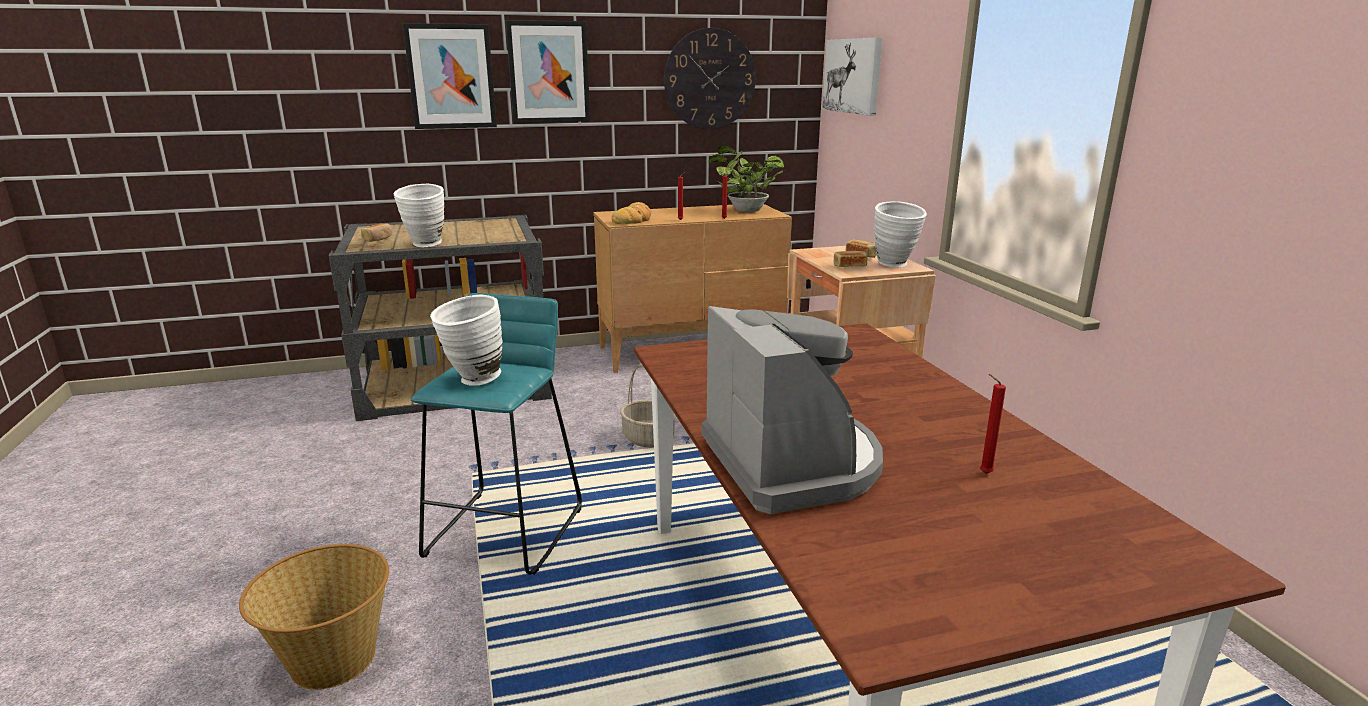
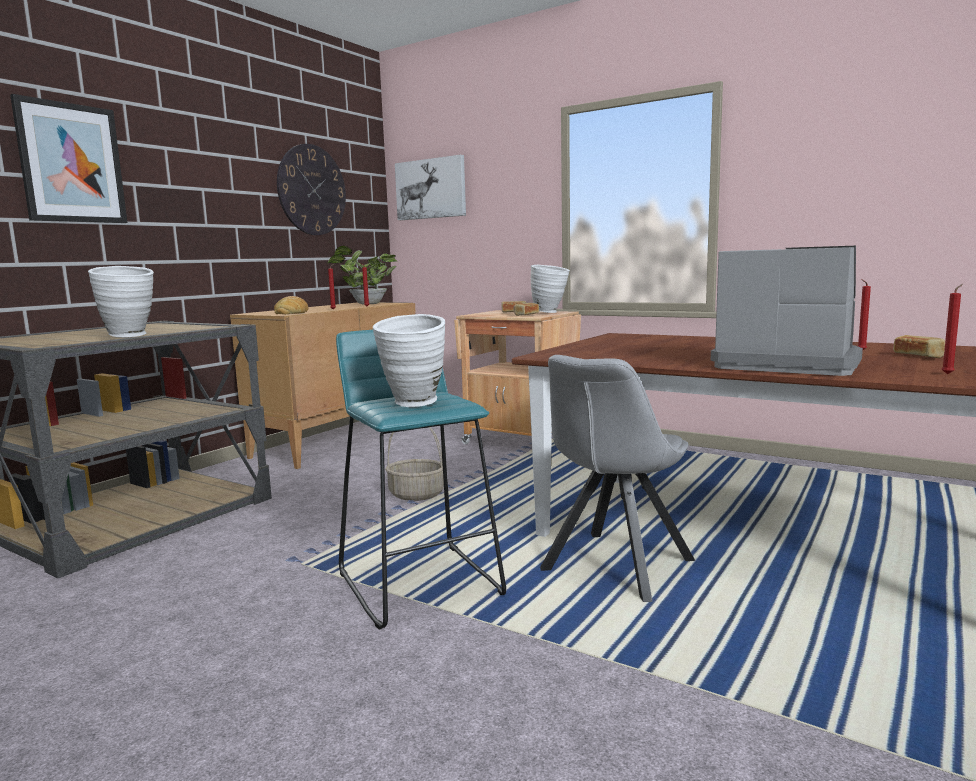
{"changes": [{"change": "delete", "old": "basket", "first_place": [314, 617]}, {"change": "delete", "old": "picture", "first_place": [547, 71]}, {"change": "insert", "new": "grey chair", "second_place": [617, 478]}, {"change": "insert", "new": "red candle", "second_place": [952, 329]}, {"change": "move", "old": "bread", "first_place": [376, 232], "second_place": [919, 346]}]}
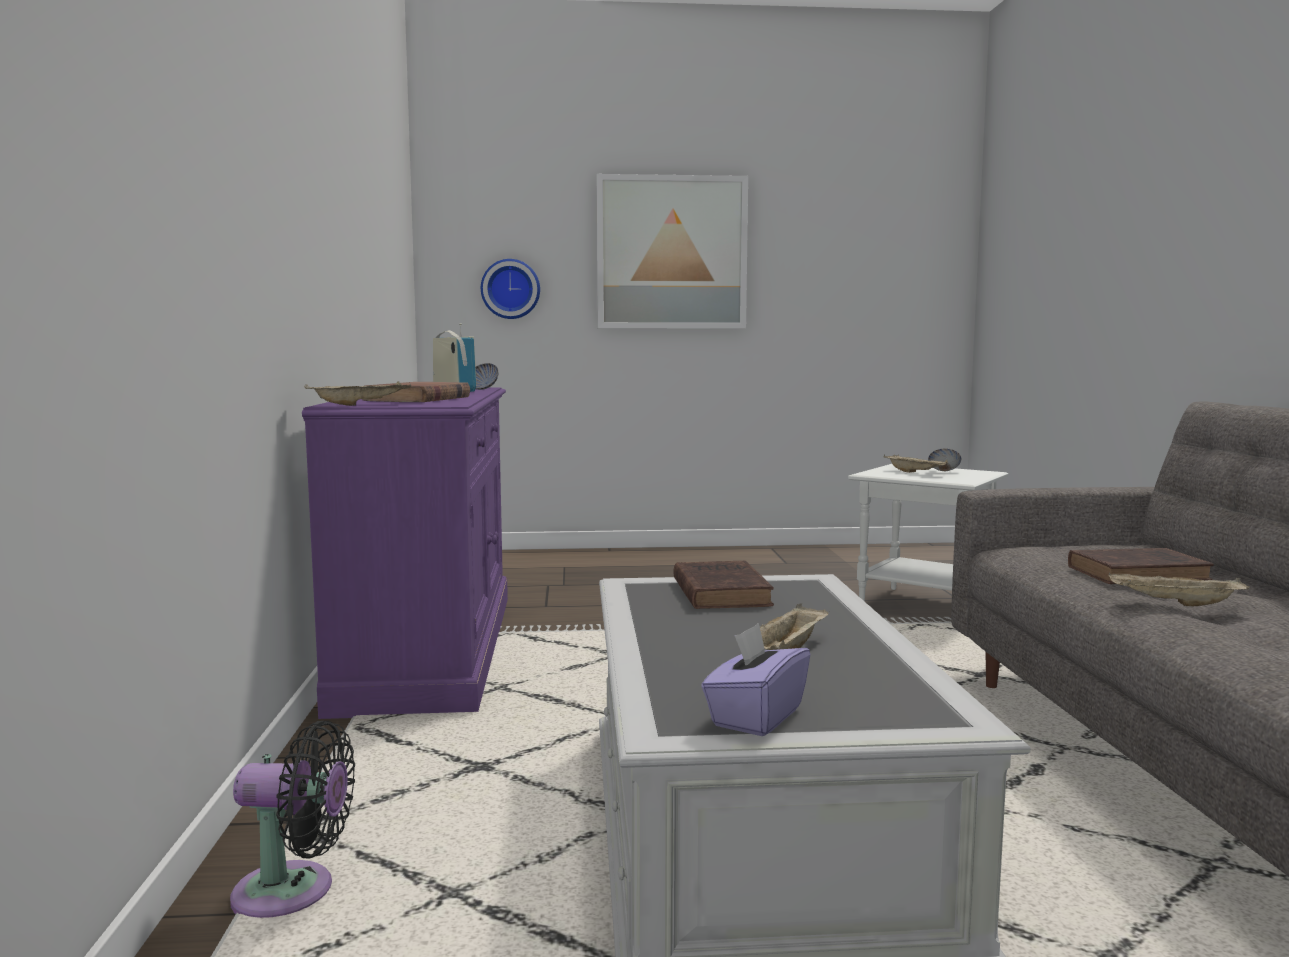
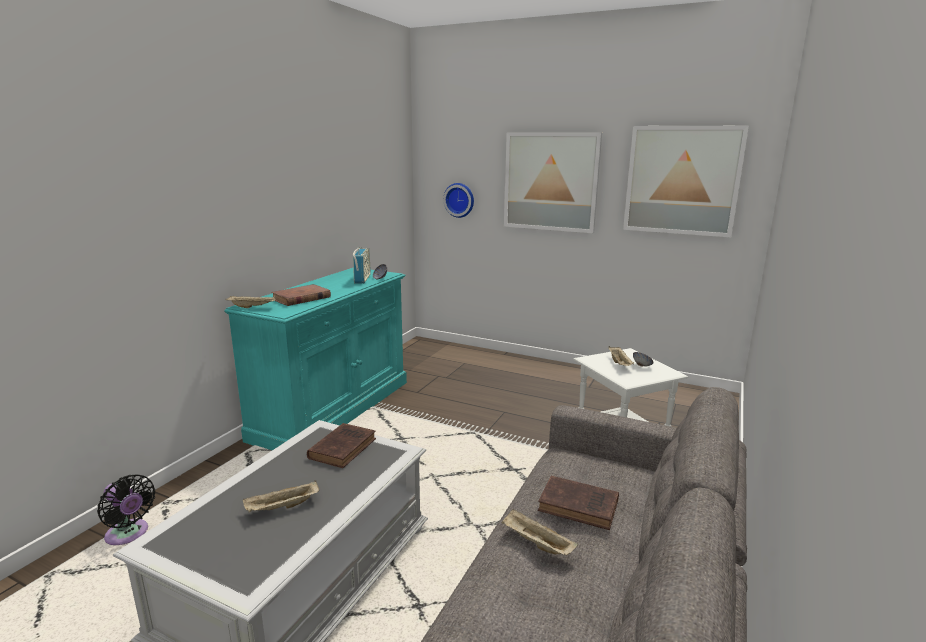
{"changes": [{"change": "delete", "old": "purple tissue box", "first_place": [755, 679]}, {"change": "insert", "new": "picture", "second_place": [686, 182]}, {"change": "recolor", "old": "purple cabinet", "new": "turquoise cabinet", "first_place": [405, 553], "second_place": [315, 359]}]}
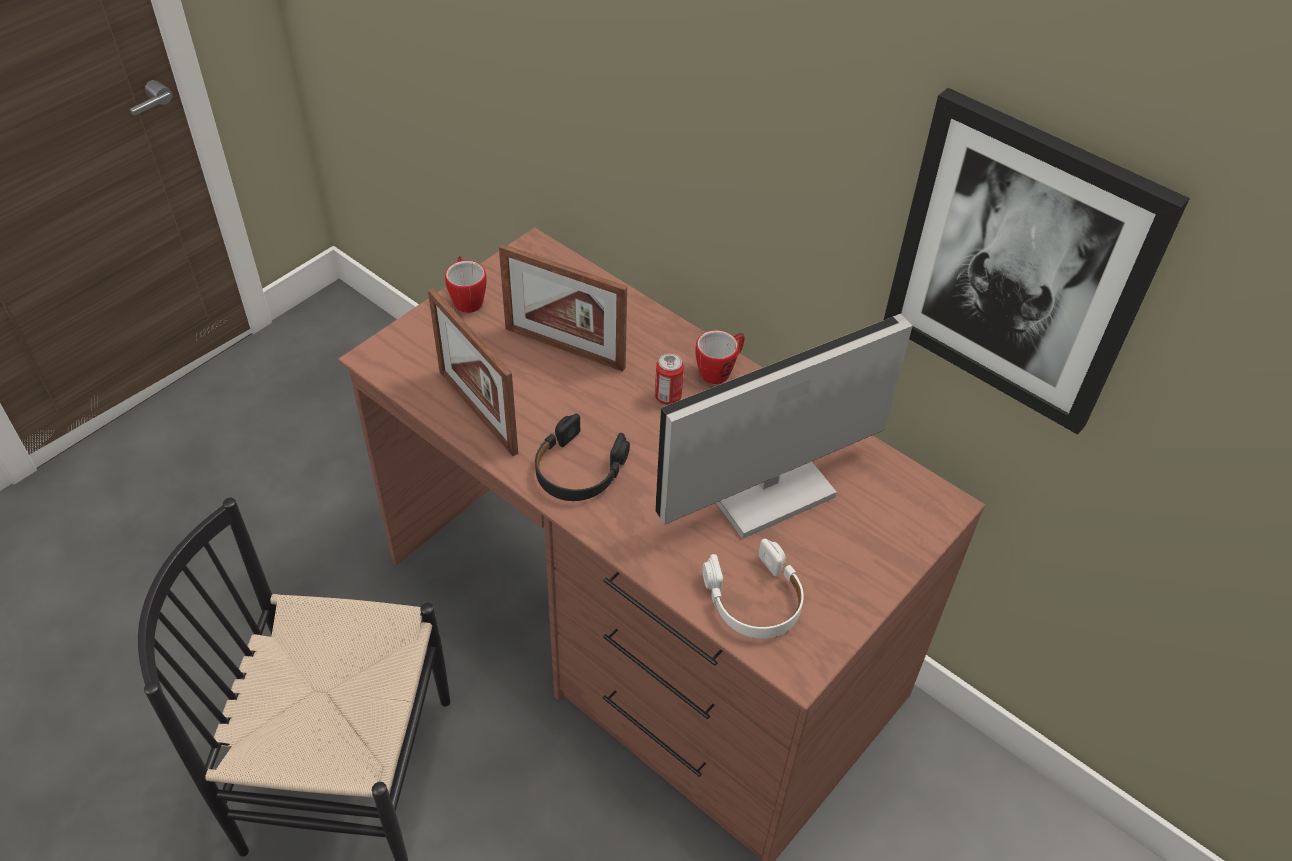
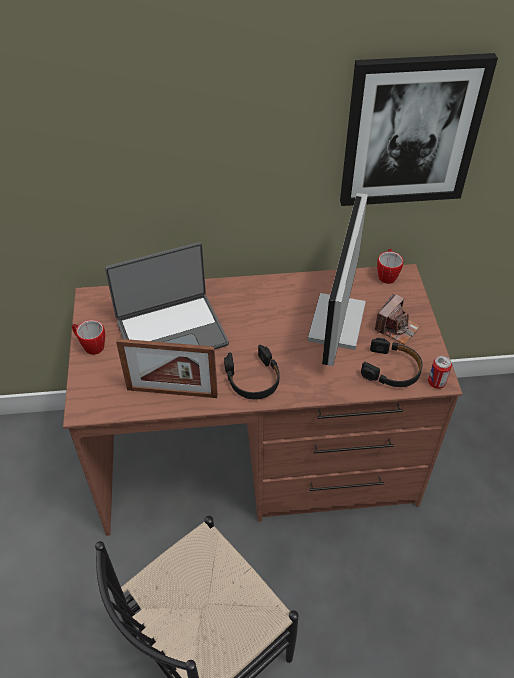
{"changes": [{"change": "insert", "new": "photo camera", "second_place": [397, 319]}, {"change": "move", "old": "can", "first_place": [669, 379], "second_place": [440, 372]}, {"change": "move", "old": "mug", "first_place": [720, 357], "second_place": [390, 266]}, {"change": "replace", "old": "picture frame", "new": "laptop", "first_place": [563, 307], "second_place": [167, 295]}, {"change": "recolor", "old": "white headphones", "new": "black headphones", "first_place": [753, 589], "second_place": [391, 362]}]}
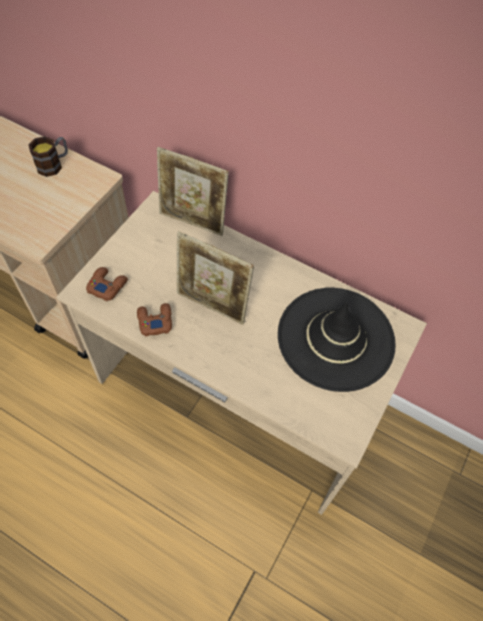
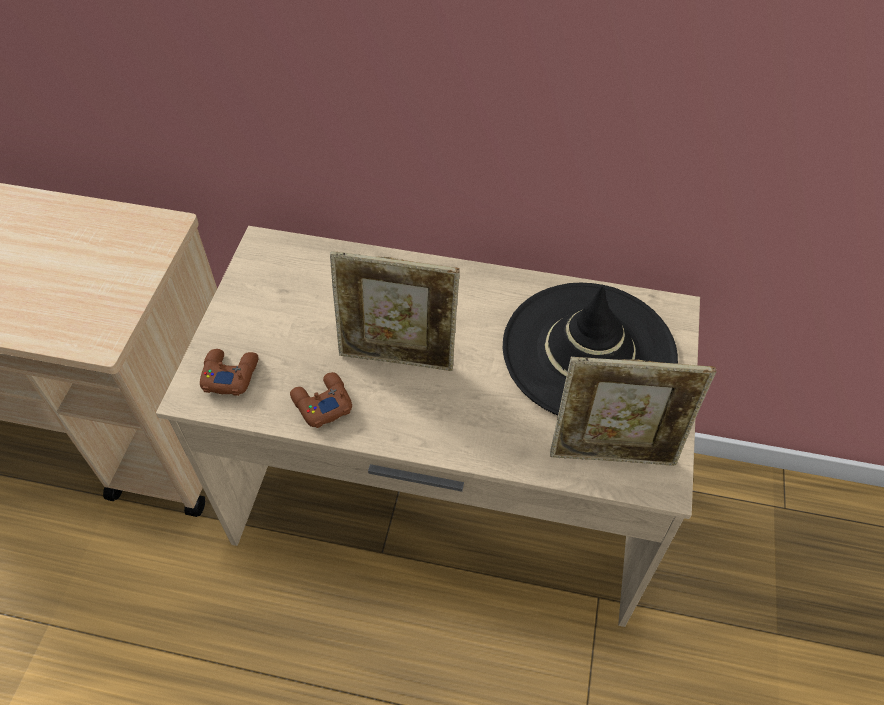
{"changes": [{"change": "delete", "old": "mug", "first_place": [48, 156]}, {"change": "move", "old": "picture frame", "first_place": [193, 191], "second_place": [633, 411]}]}
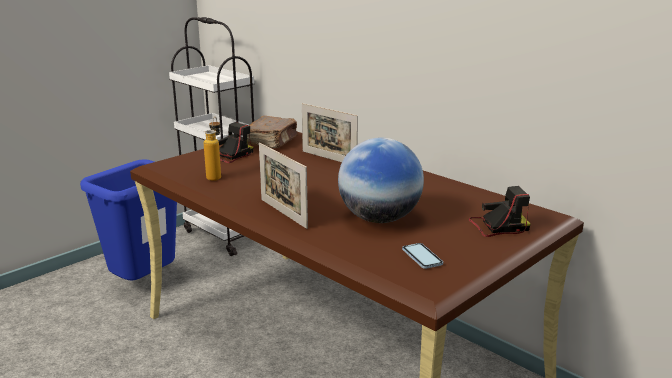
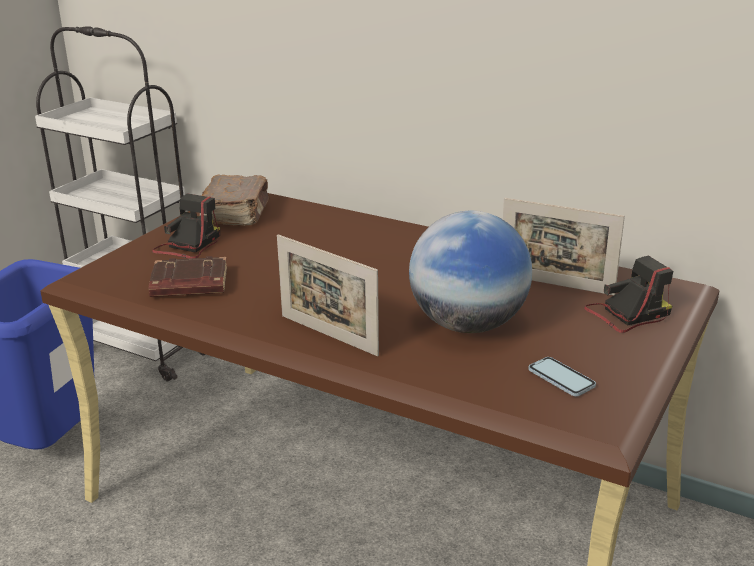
{"changes": [{"change": "move", "old": "picture frame", "first_place": [330, 132], "second_place": [564, 246]}, {"change": "replace", "old": "bottle", "new": "brown book", "first_place": [212, 149], "second_place": [188, 276]}]}
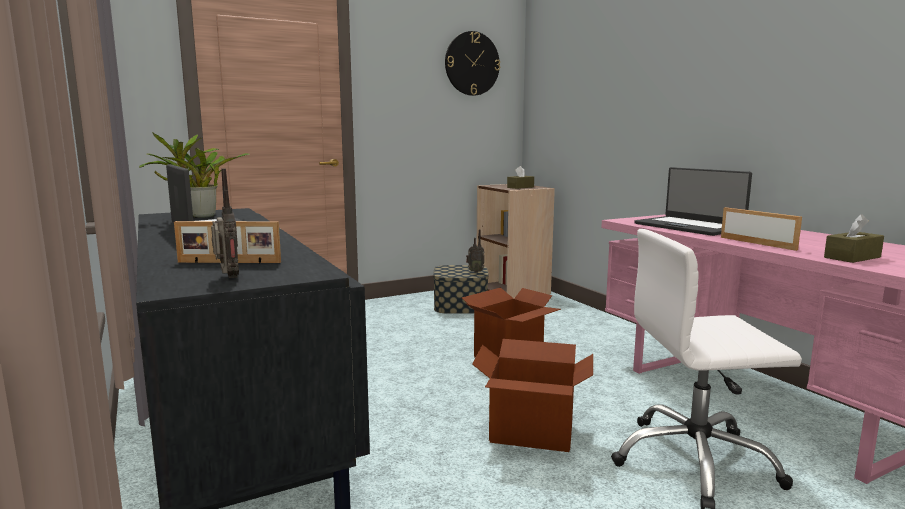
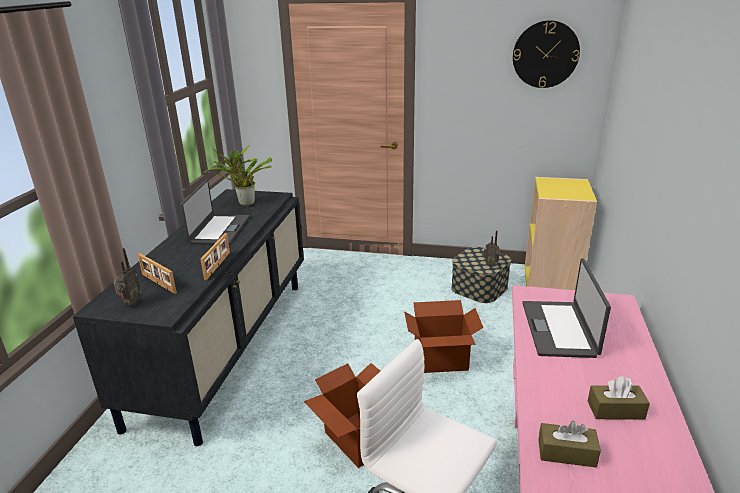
{"changes": [{"change": "move", "old": "brown tissue box", "first_place": [520, 177], "second_place": [619, 398]}, {"change": "move", "old": "picture frame", "first_place": [761, 229], "second_place": [215, 256]}, {"change": "recolor", "old": "brown bookcase", "new": "yellow bookcase", "first_place": [516, 241], "second_place": [561, 233]}]}
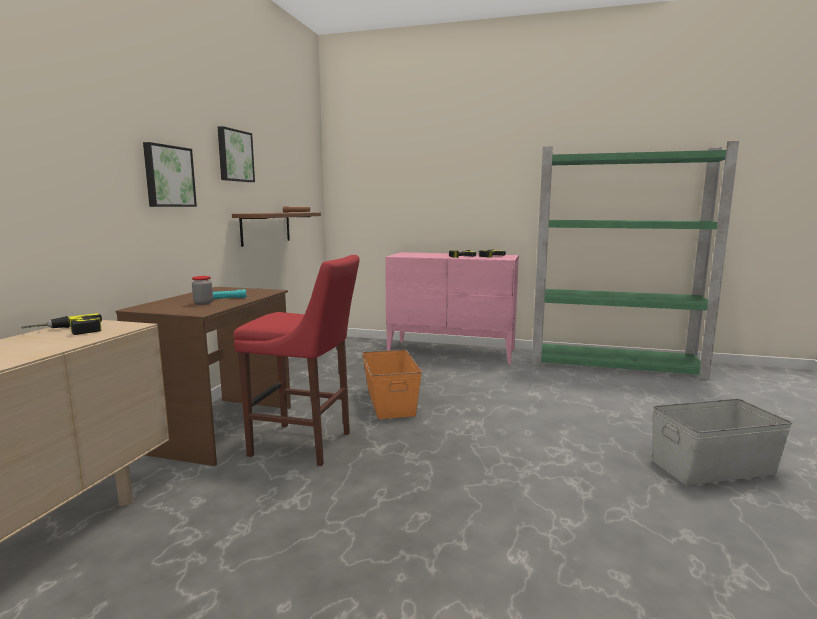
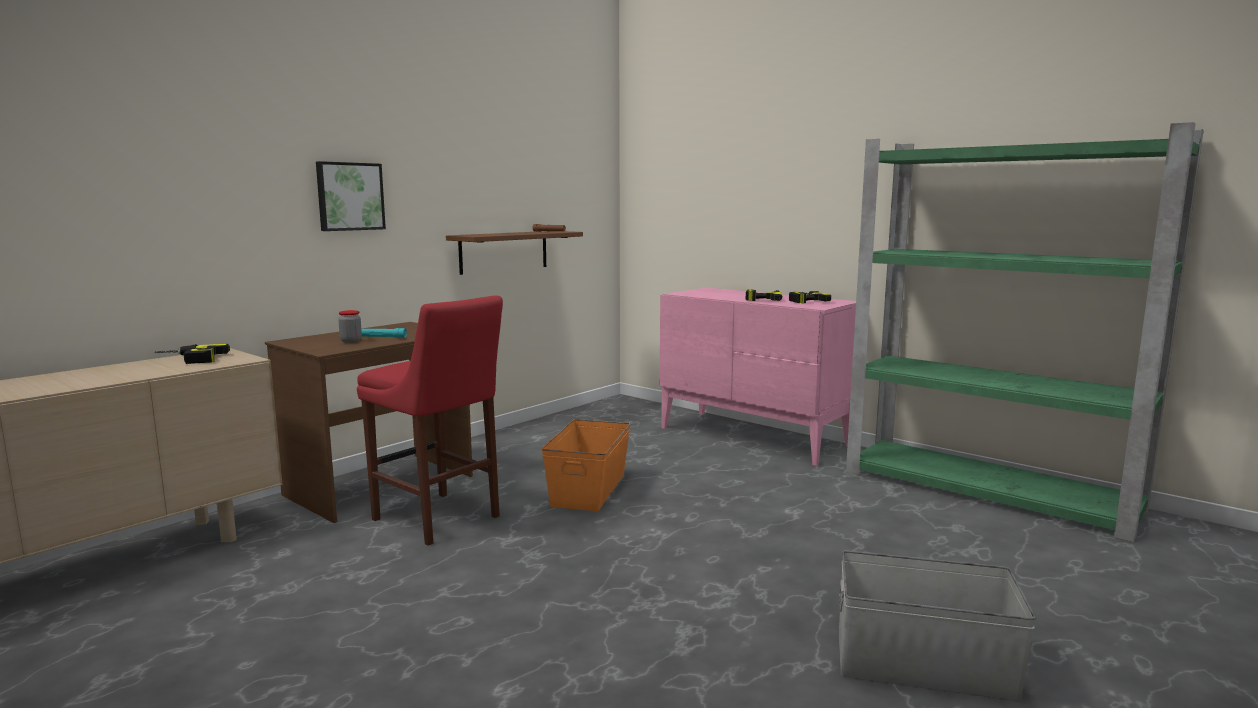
{"changes": [{"change": "delete", "old": "picture", "first_place": [236, 154]}]}
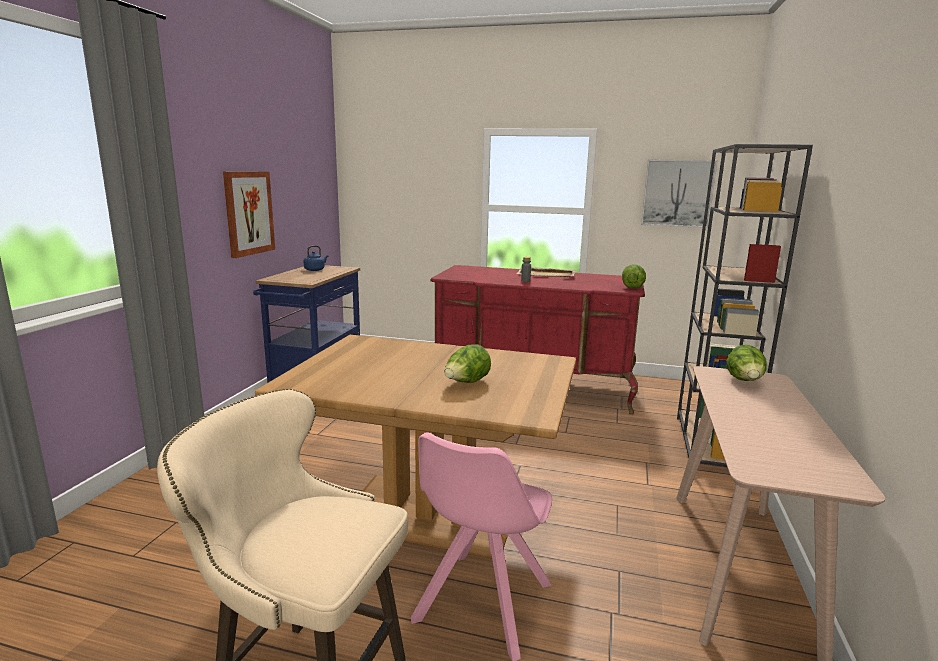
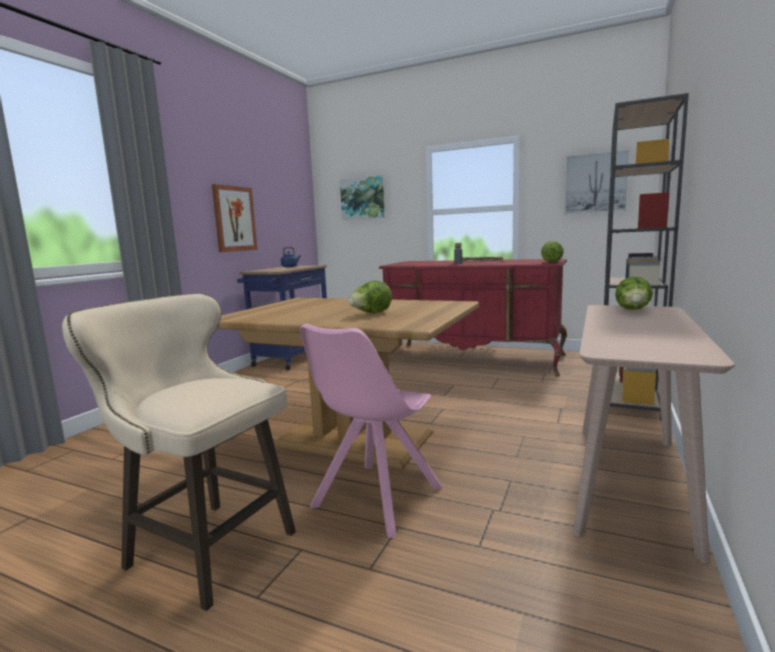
{"changes": [{"change": "insert", "new": "picture", "second_place": [362, 197]}]}
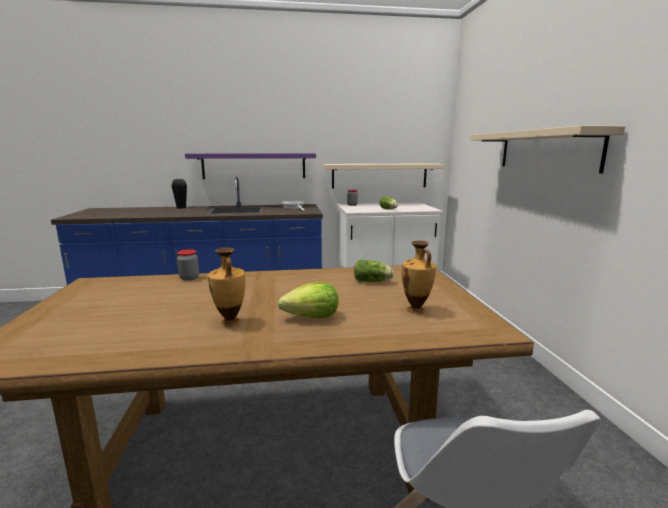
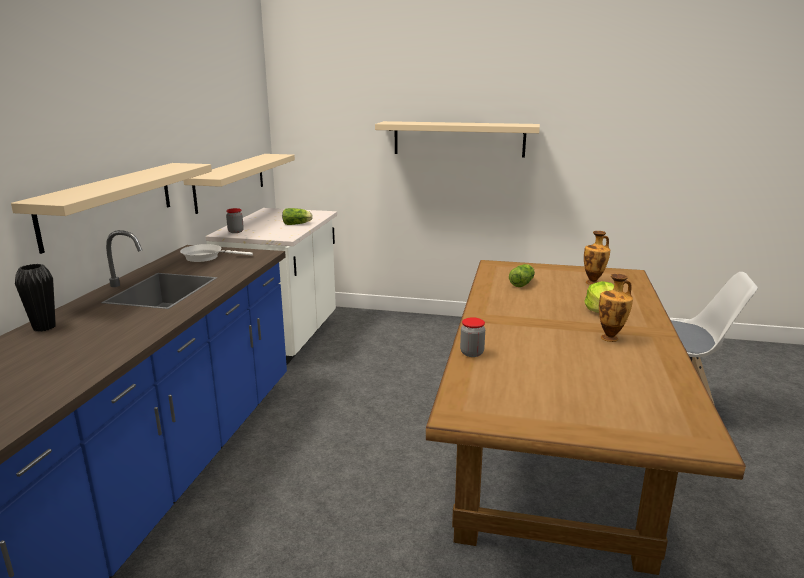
{"changes": [{"change": "recolor", "old": "purple shelf", "new": "beige shelf", "first_place": [250, 166], "second_place": [111, 208]}]}
